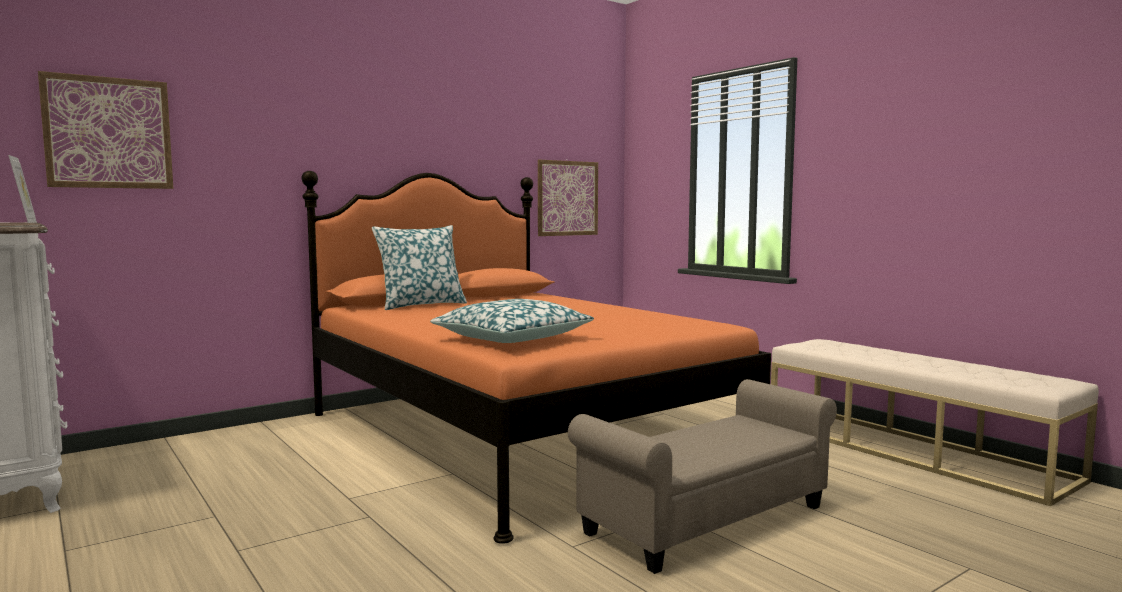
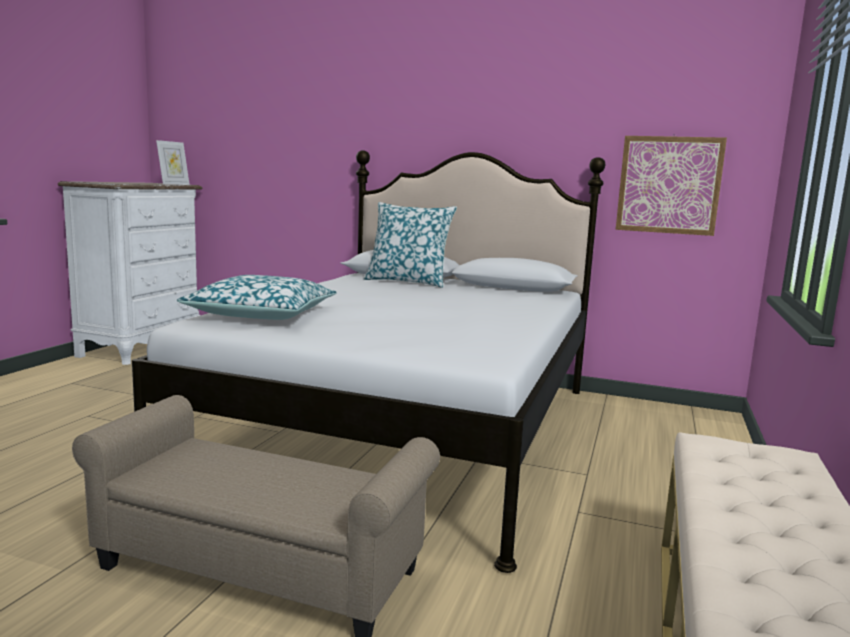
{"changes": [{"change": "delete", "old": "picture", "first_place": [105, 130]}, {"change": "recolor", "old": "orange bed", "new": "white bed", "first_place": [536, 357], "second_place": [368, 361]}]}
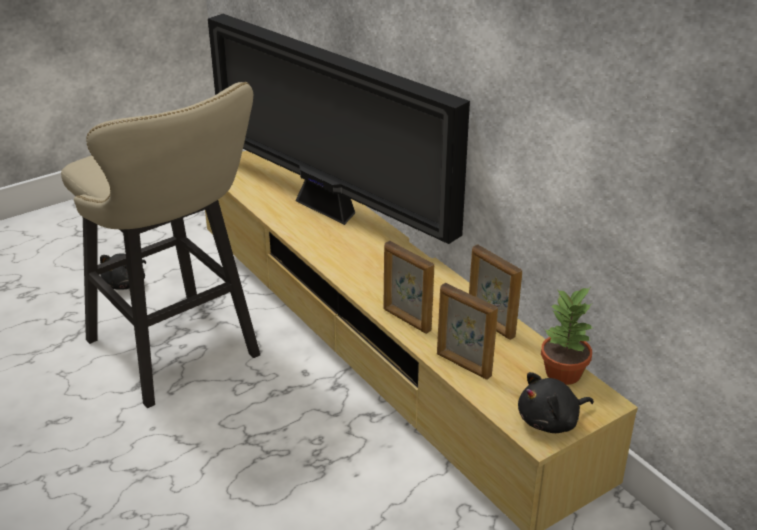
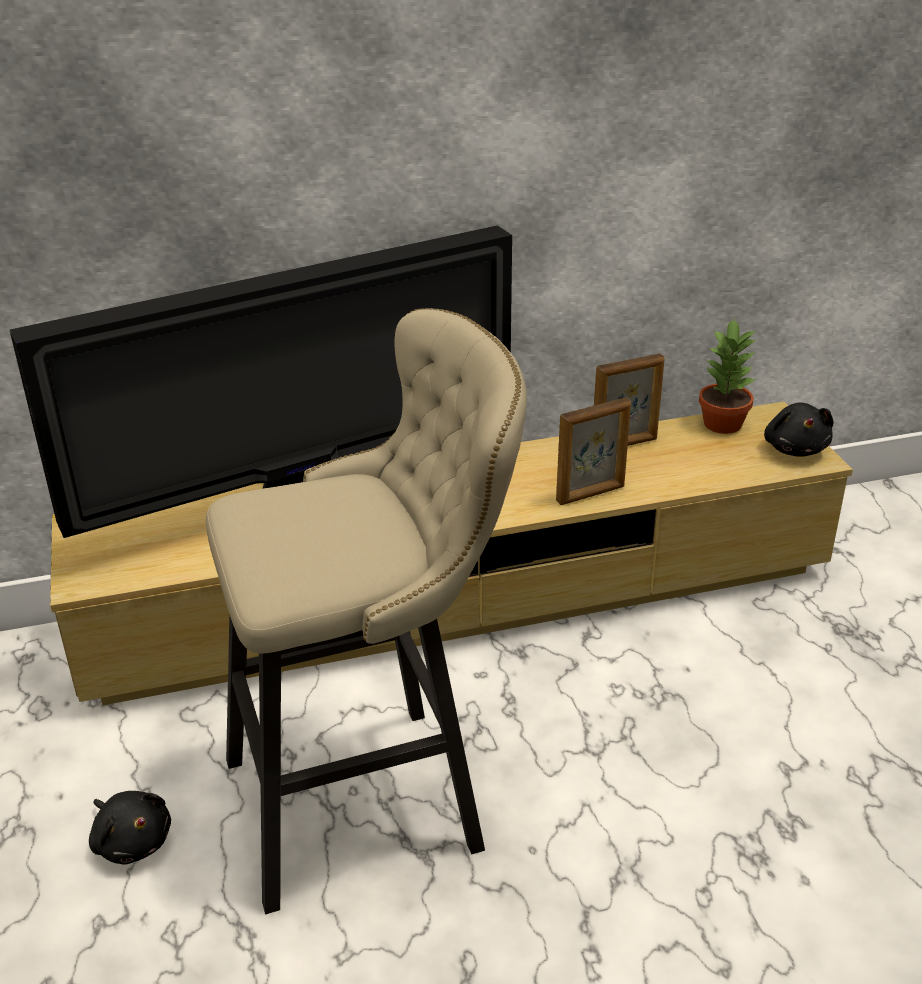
{"changes": [{"change": "delete", "old": "picture frame", "first_place": [467, 331]}]}
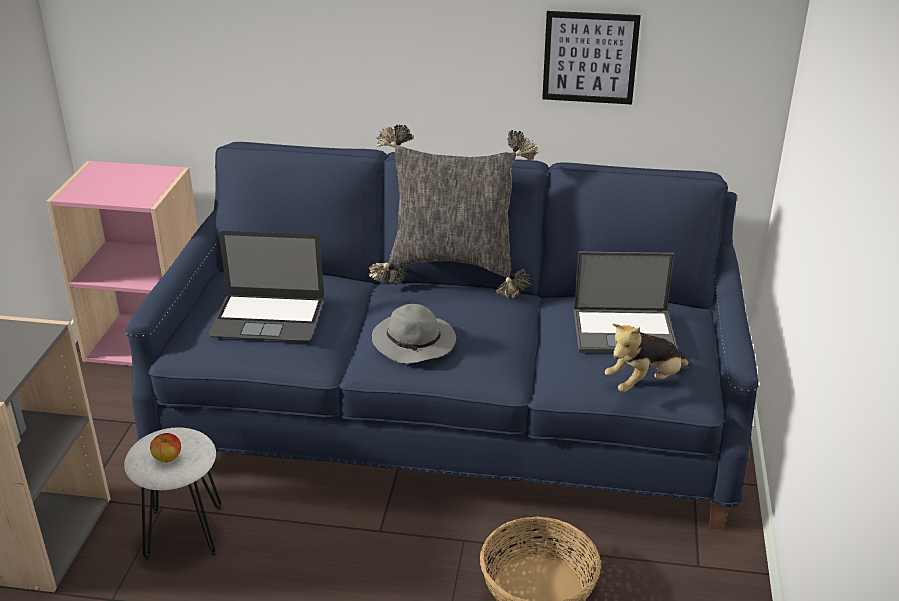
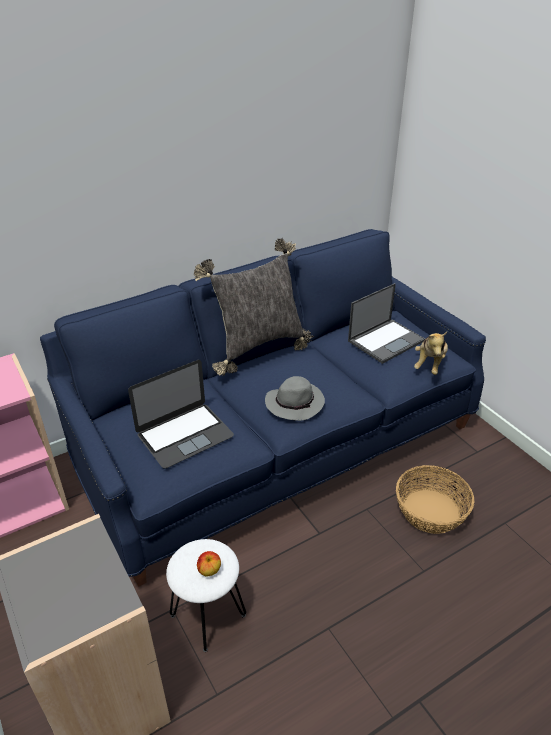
{"changes": [{"change": "delete", "old": "picture", "first_place": [591, 57]}]}
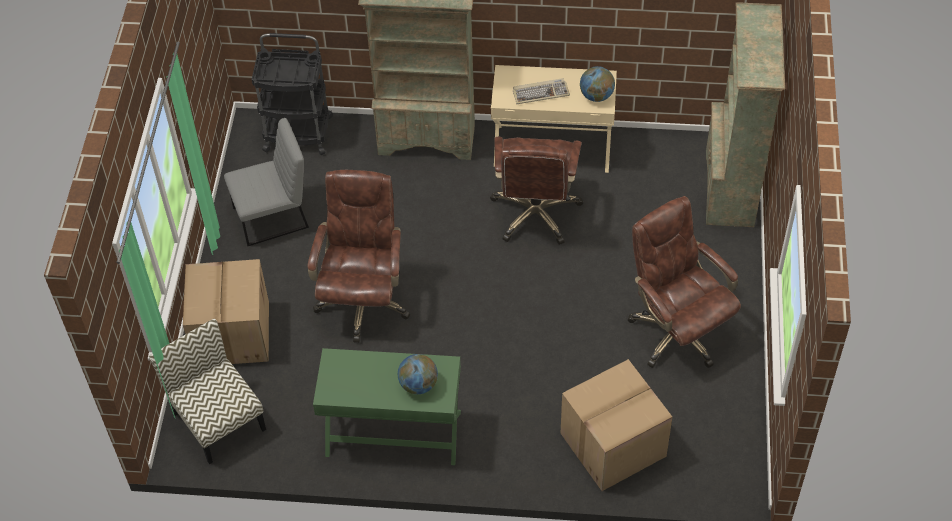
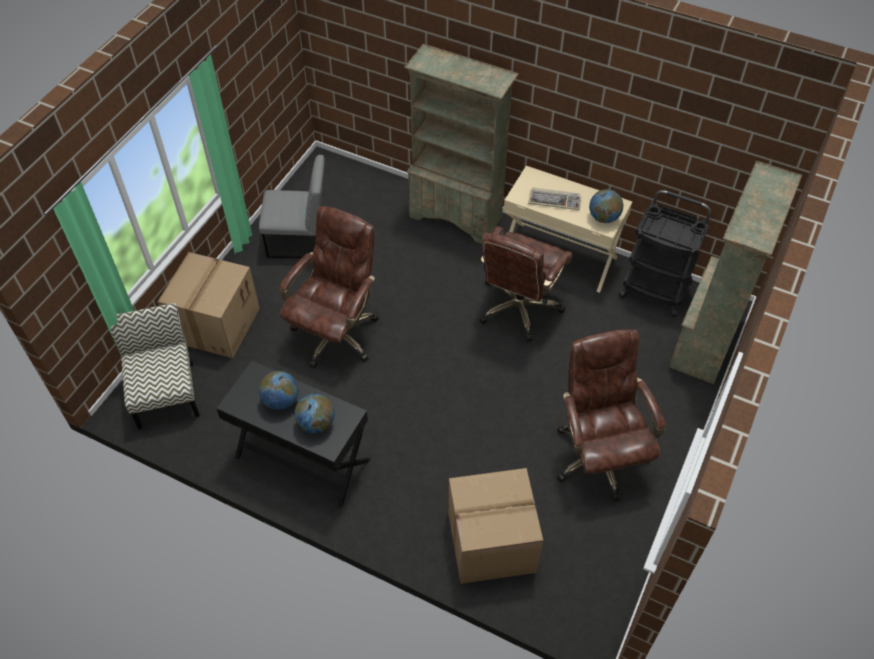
{"changes": [{"change": "insert", "new": "globe", "second_place": [278, 390]}, {"change": "move", "old": "black cart", "first_place": [292, 94], "second_place": [665, 253]}, {"change": "recolor", "old": "green desk", "new": "black desk", "first_place": [387, 406], "second_place": [293, 434]}]}
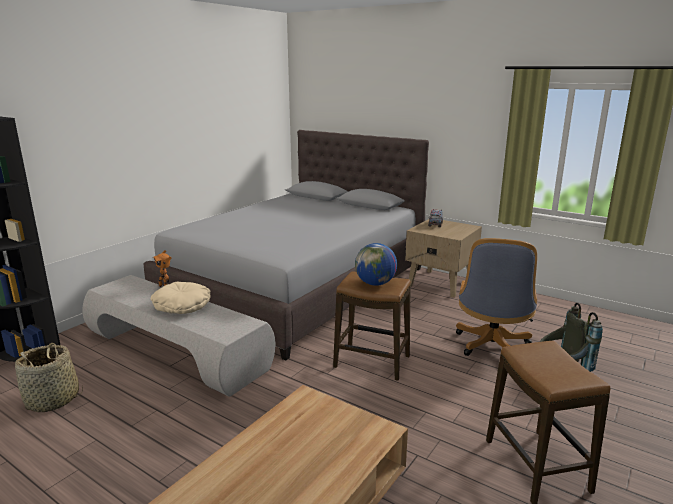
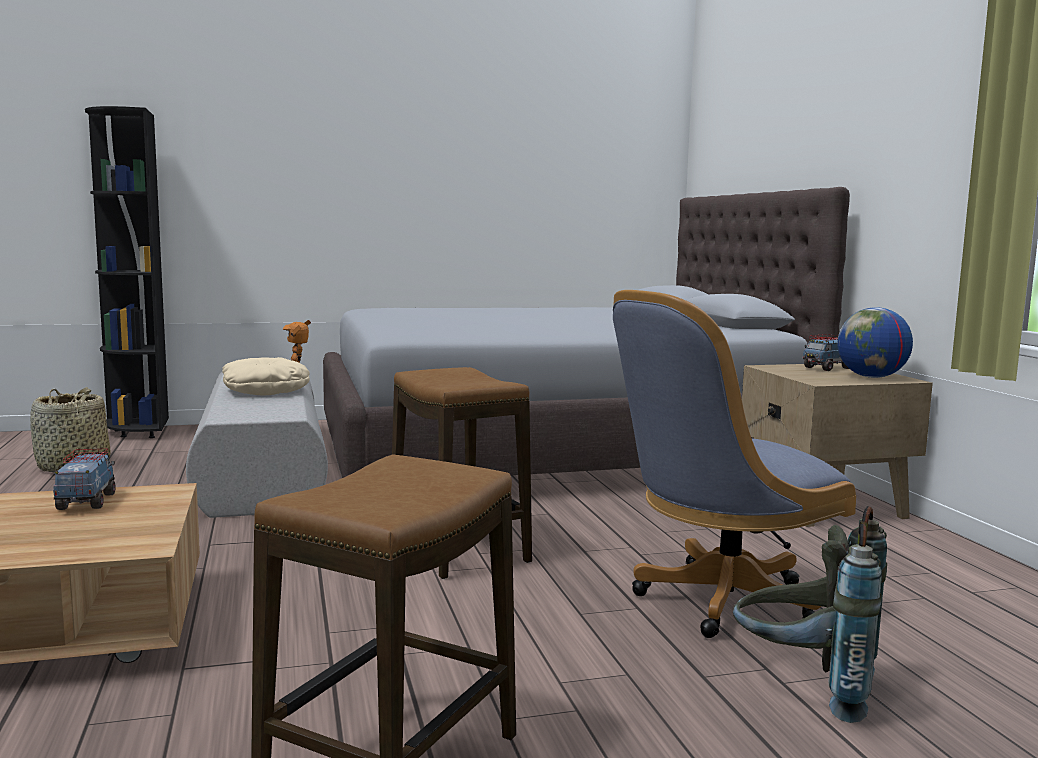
{"changes": [{"change": "insert", "new": "toy truck", "second_place": [84, 479]}, {"change": "move", "old": "globe", "first_place": [376, 264], "second_place": [875, 342]}]}
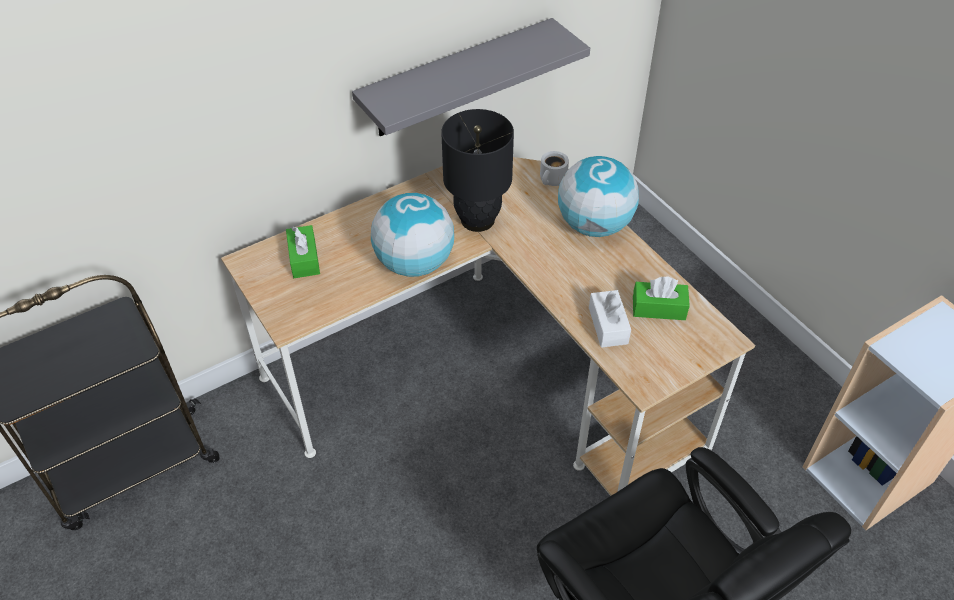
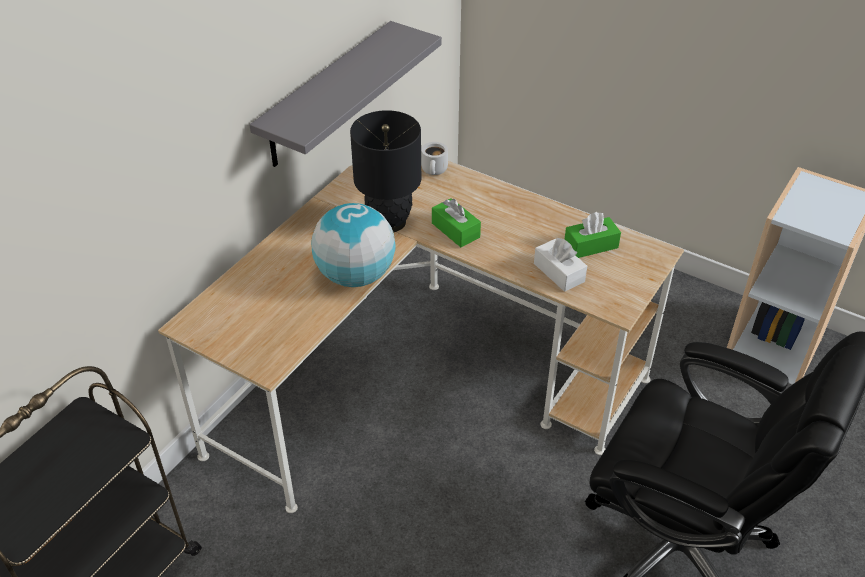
{"changes": [{"change": "delete", "old": "globe", "first_place": [598, 196]}, {"change": "move", "old": "green tissue box", "first_place": [303, 251], "second_place": [456, 222]}]}
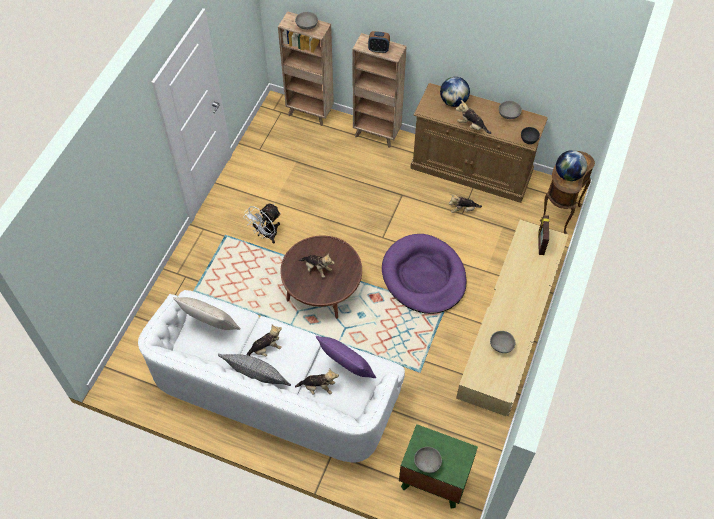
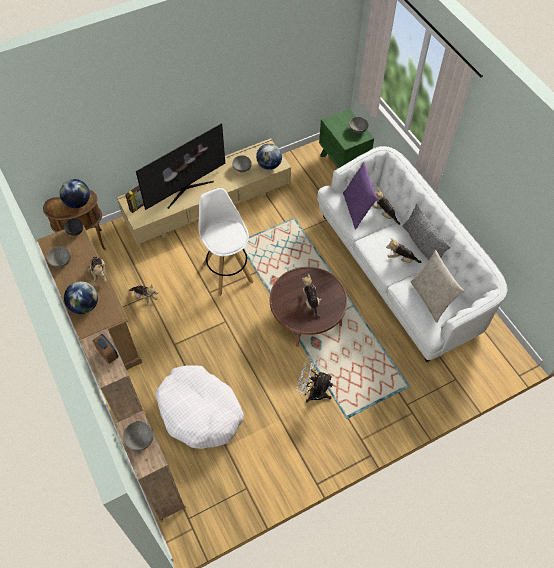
{"changes": [{"change": "insert", "new": "television", "second_place": [180, 167]}, {"change": "insert", "new": "white dog bed", "second_place": [200, 407]}, {"change": "insert", "new": "globe", "second_place": [269, 156]}, {"change": "replace", "old": "purple dog bed", "new": "white stool", "first_place": [424, 274], "second_place": [226, 242]}, {"change": "rotate", "old": "white fan", "first_place": [262, 224], "second_place": [314, 380], "degrees": -150}]}
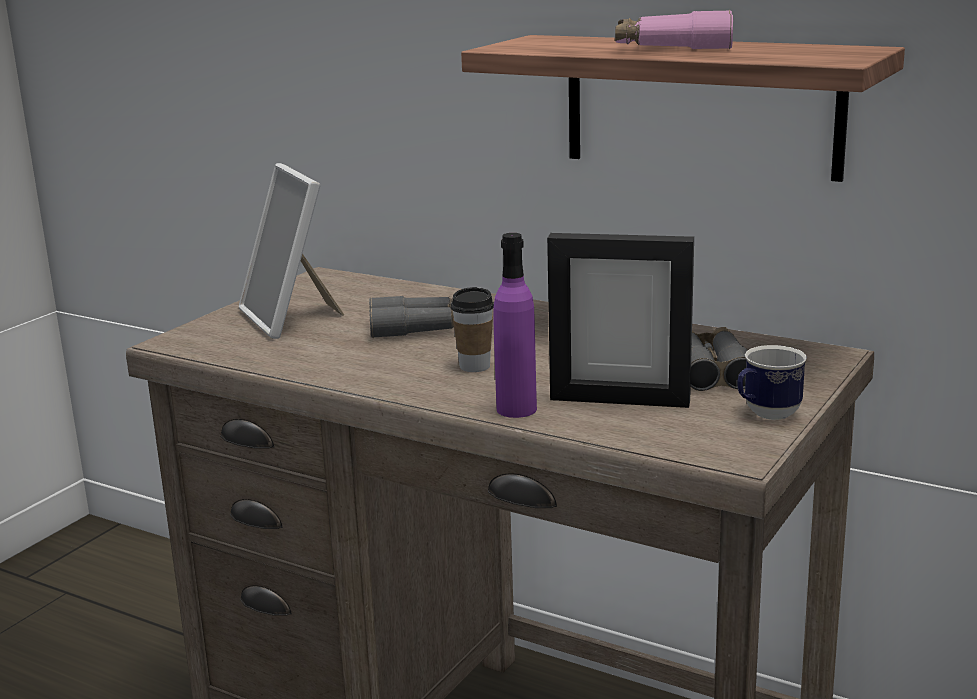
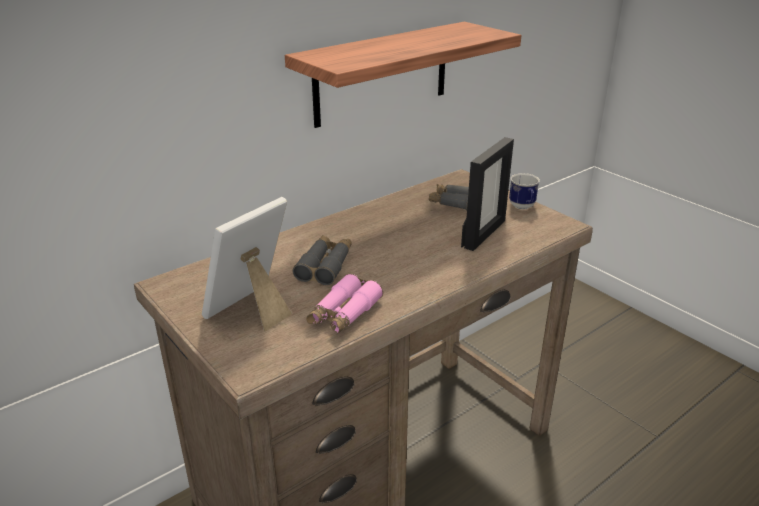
{"changes": [{"change": "delete", "old": "cup", "first_place": [472, 329]}, {"change": "delete", "old": "purple bottle", "first_place": [515, 325]}, {"change": "move", "old": "pink binoculars", "first_place": [674, 29], "second_place": [344, 304]}, {"change": "rotate", "old": "picture frame", "first_place": [291, 251], "second_place": [247, 264], "degrees": 135}]}
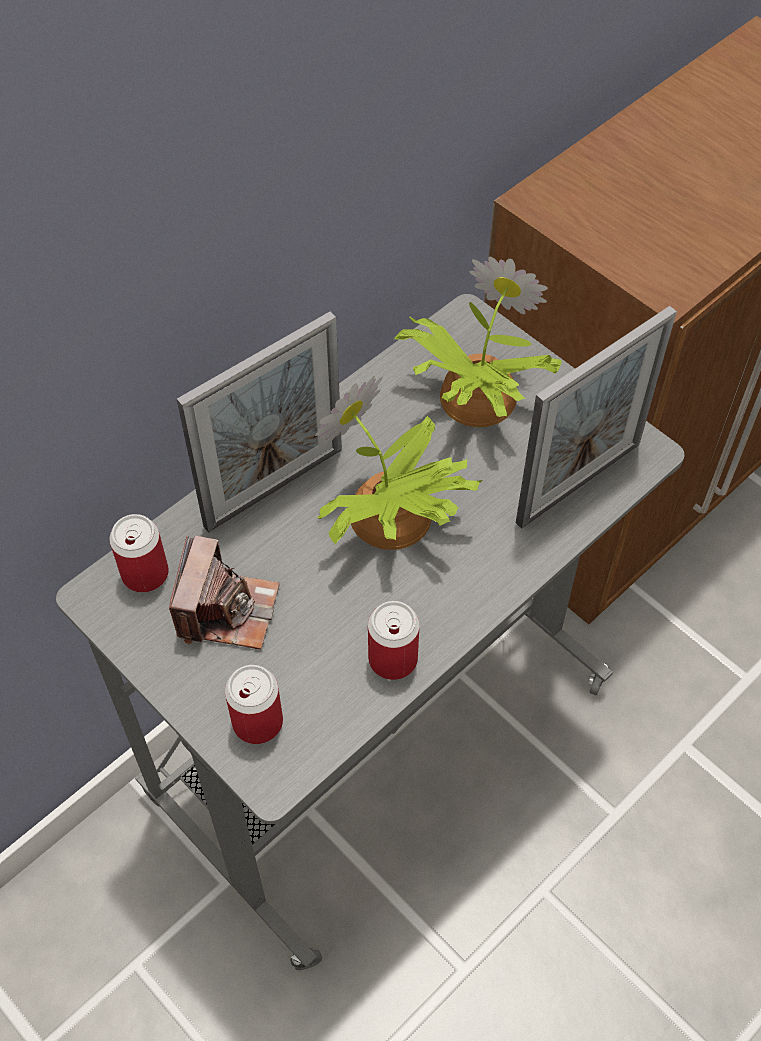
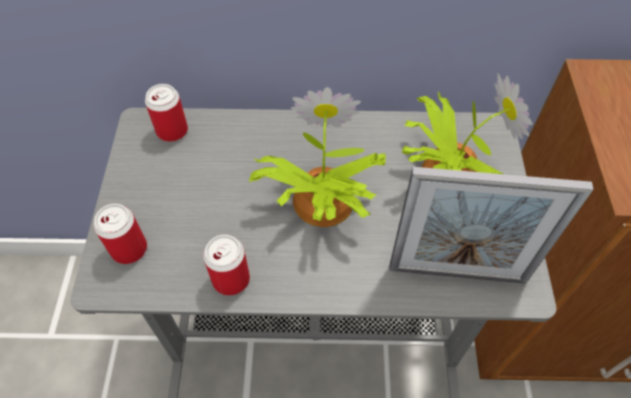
{"changes": [{"change": "delete", "old": "photo camera", "first_place": [224, 592]}, {"change": "delete", "old": "picture frame", "first_place": [259, 422]}]}
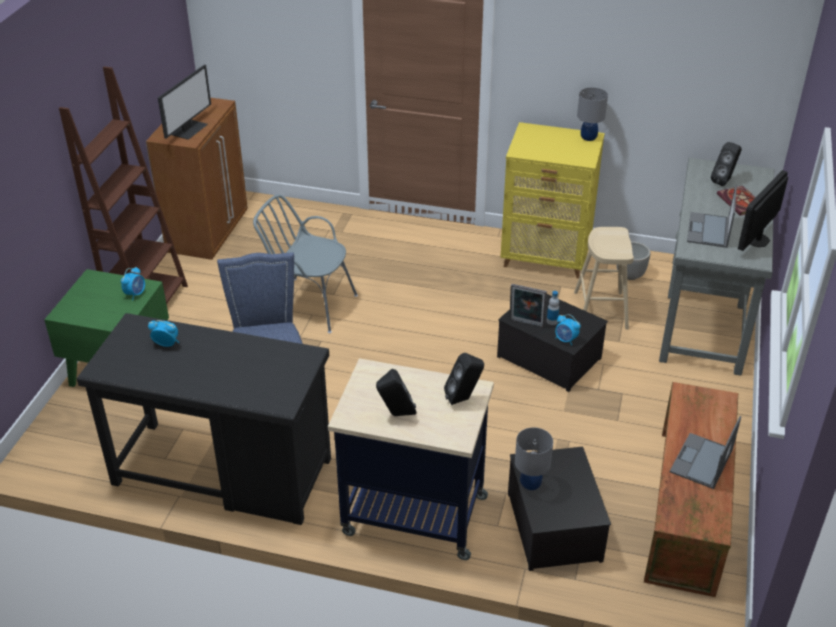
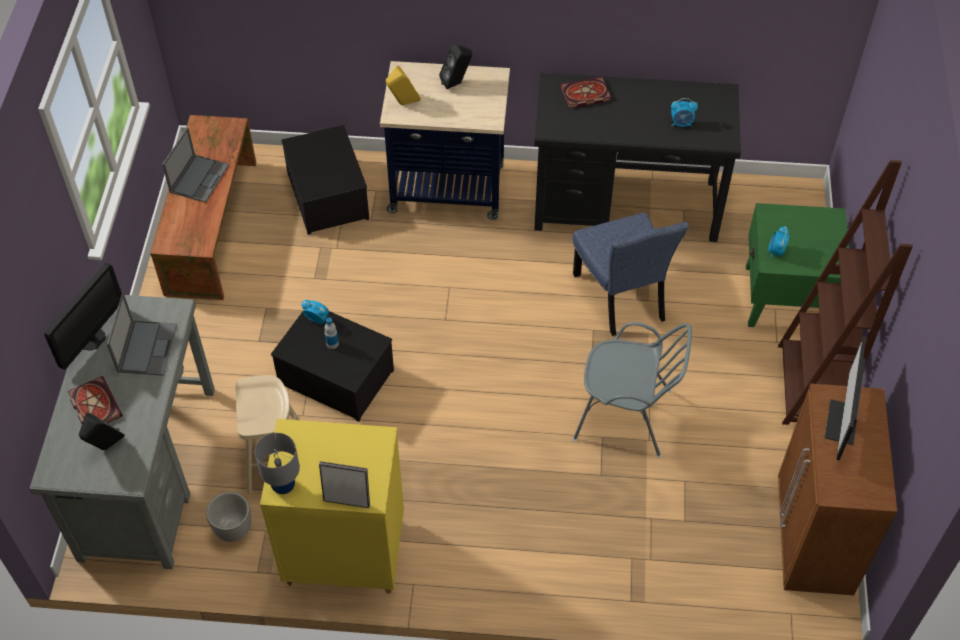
{"changes": [{"change": "delete", "old": "grey table lamp", "first_place": [534, 458]}, {"change": "insert", "new": "book", "second_place": [585, 92]}, {"change": "move", "old": "picture frame", "first_place": [528, 305], "second_place": [344, 484]}, {"change": "recolor", "old": "black speaker", "new": "yellow speaker", "first_place": [464, 379], "second_place": [403, 85]}]}
